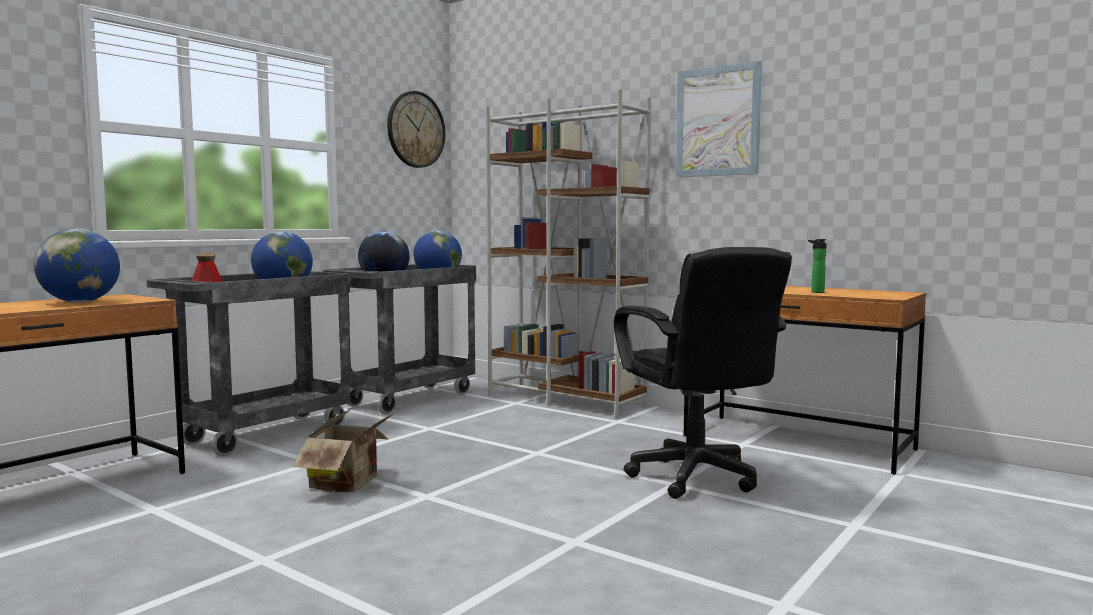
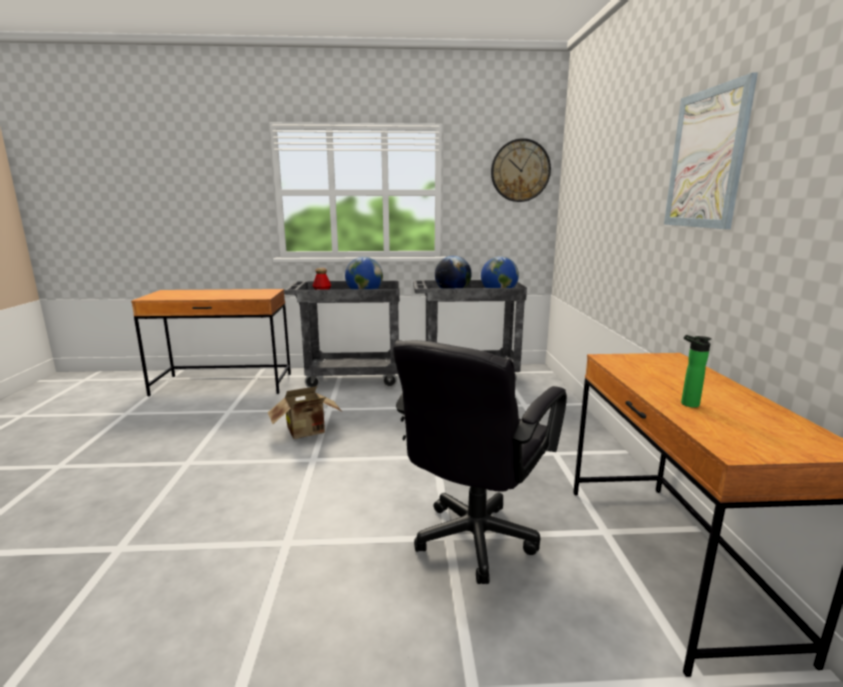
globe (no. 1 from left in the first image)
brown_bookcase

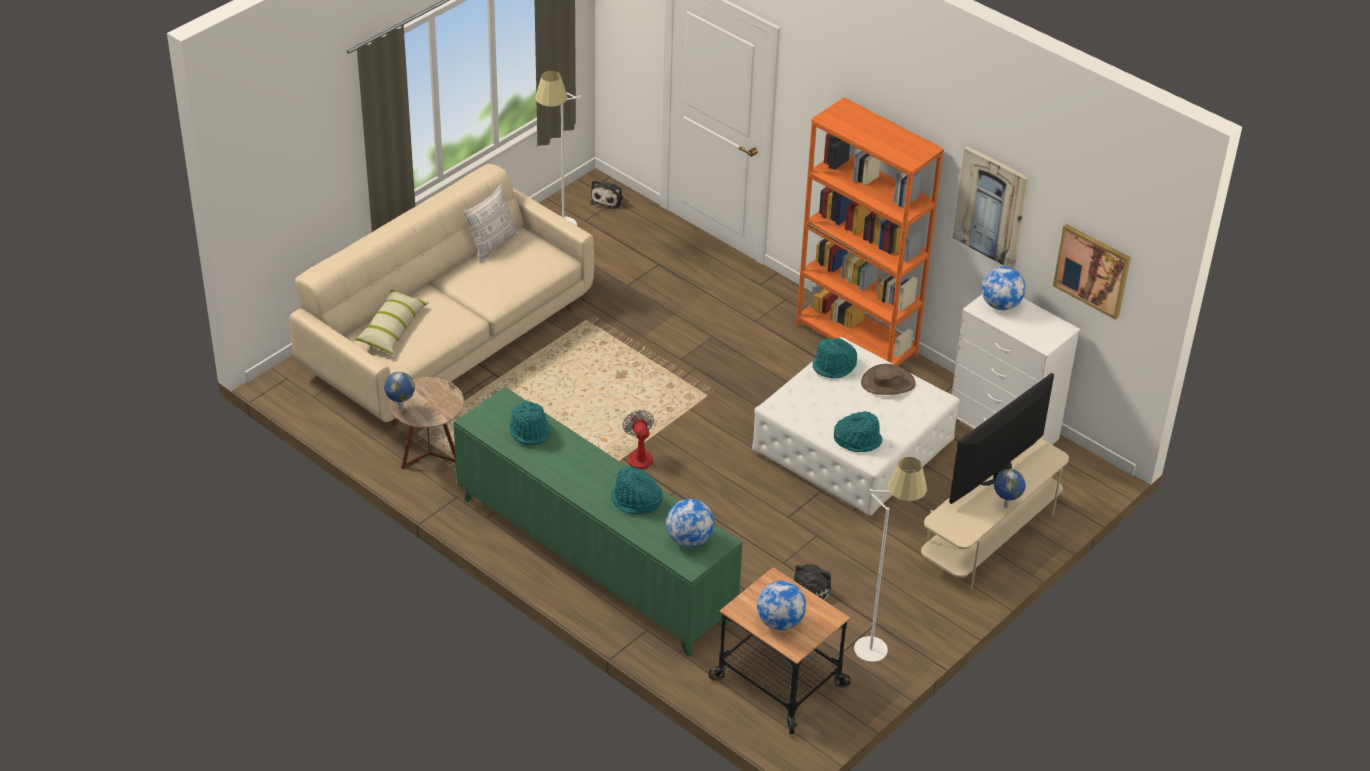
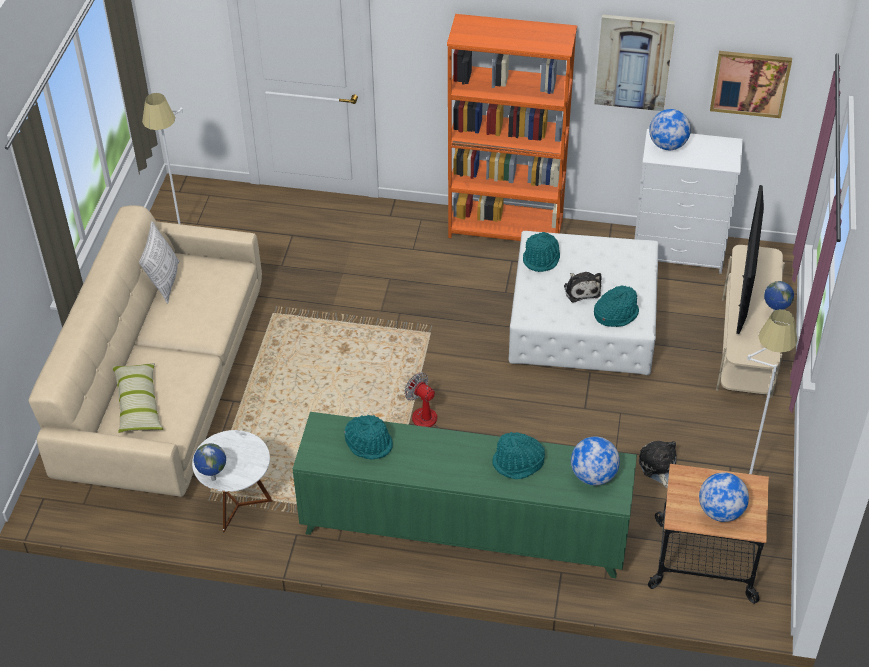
white_side_table
plush_toy (no. 1 from left)
brown_hat

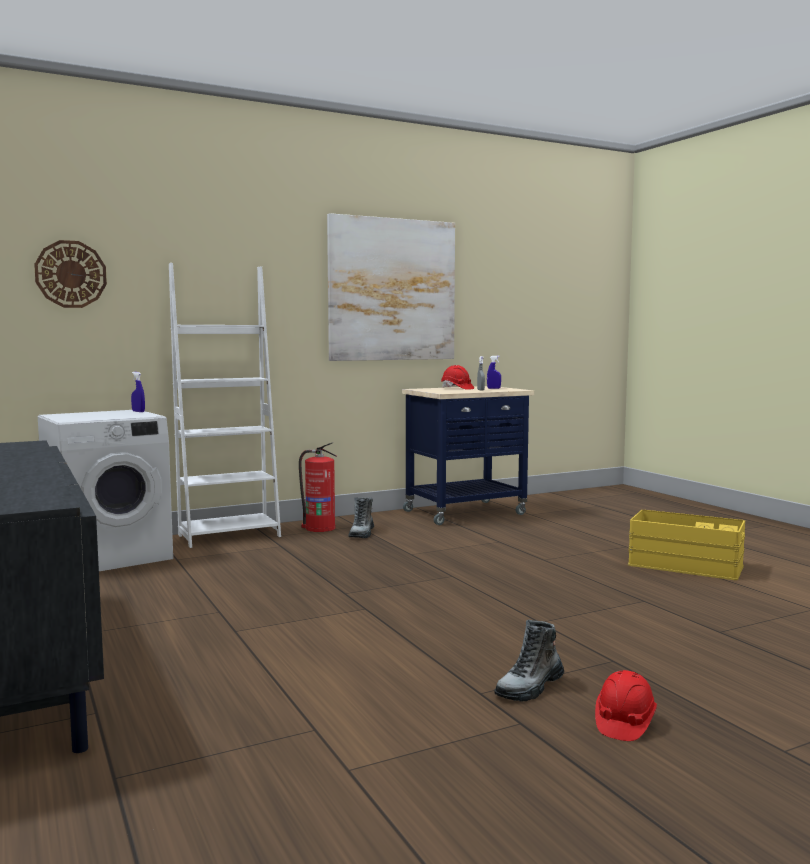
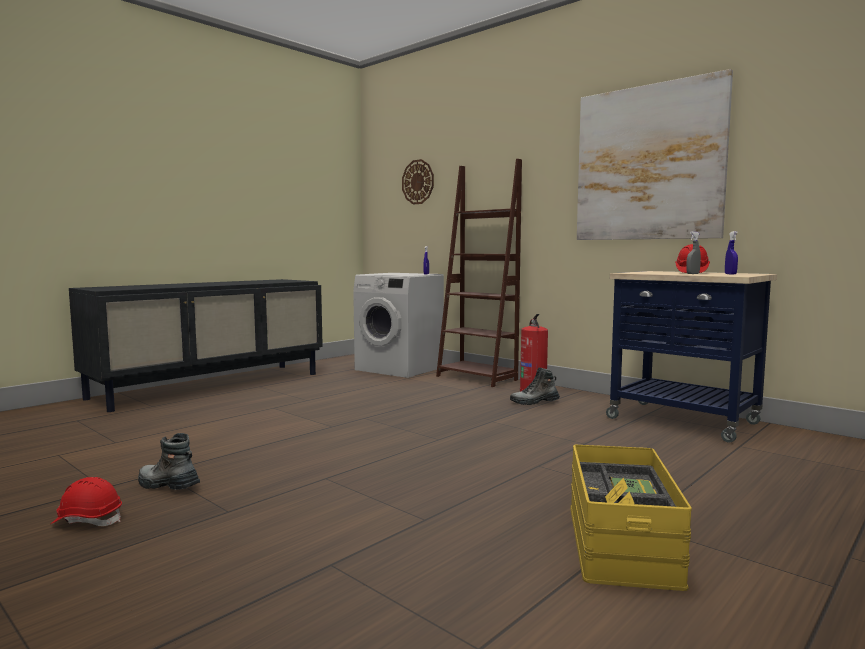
brown_bookcase

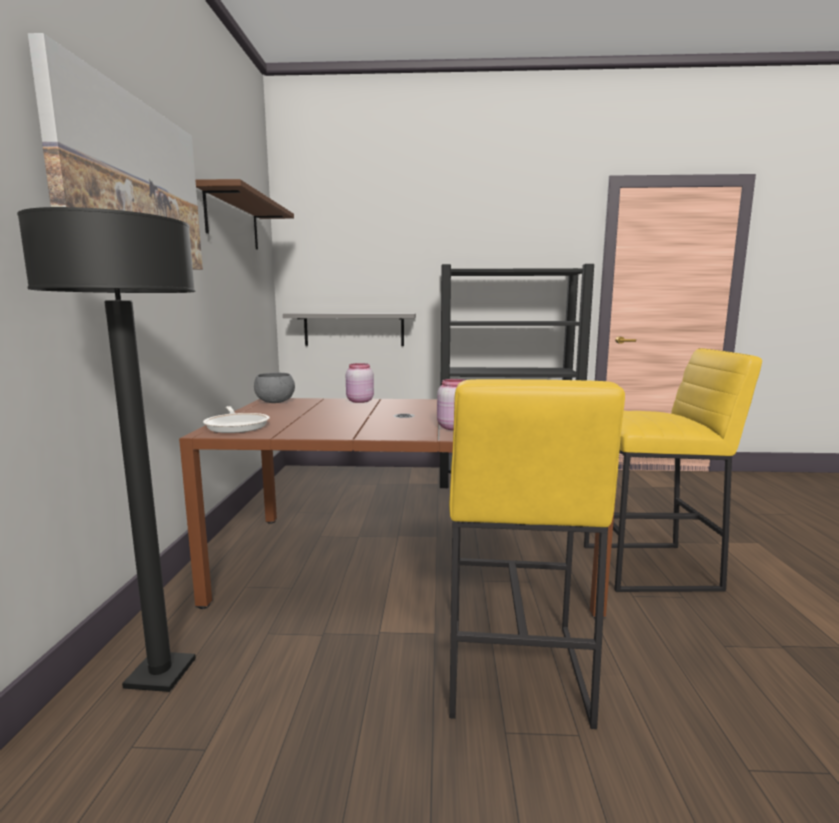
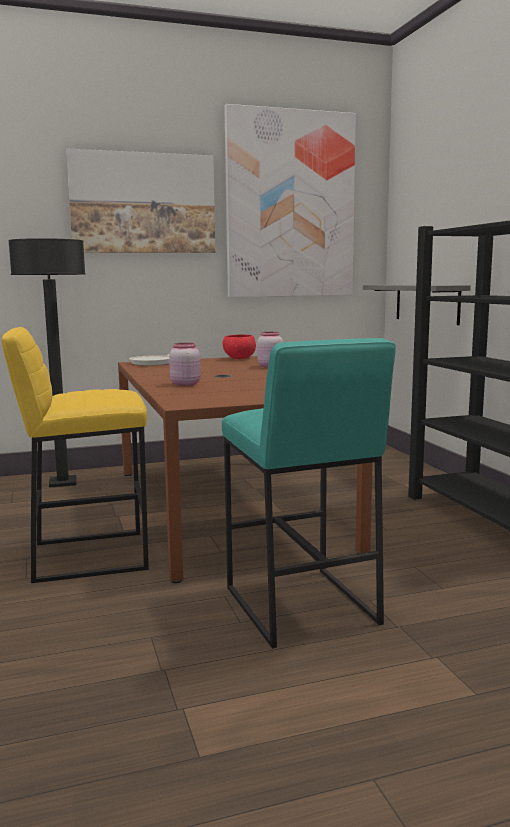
picture (no. 2 from left)
red_bowl
turquoise_stool

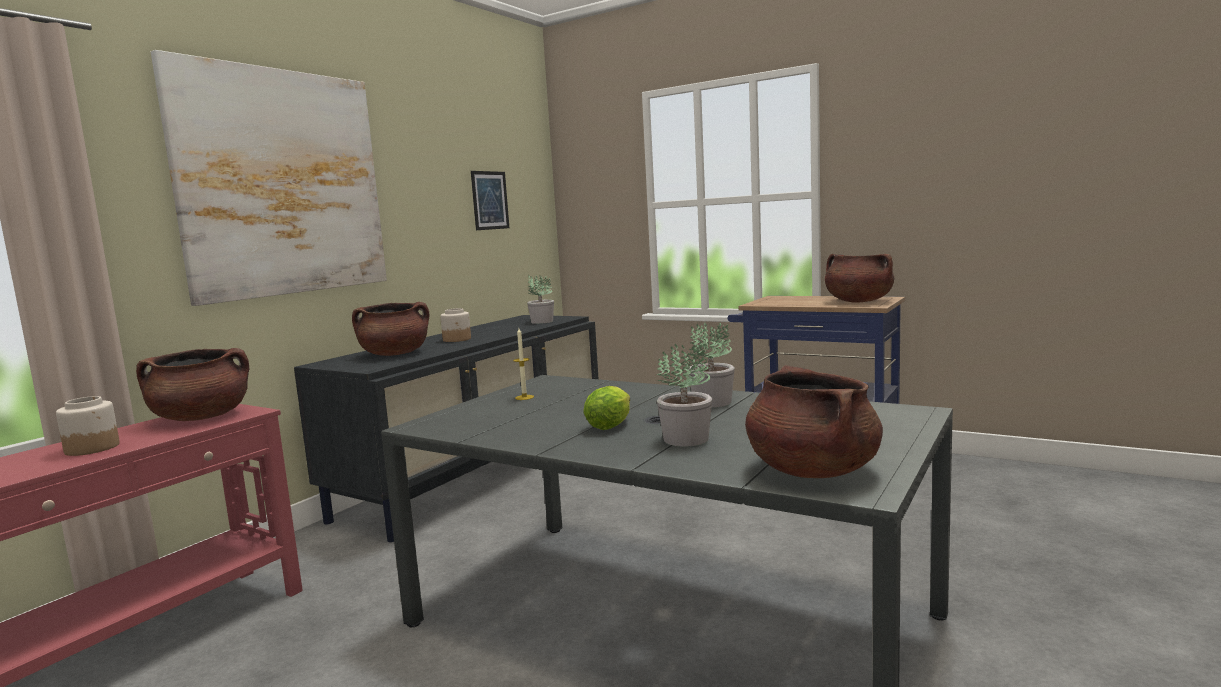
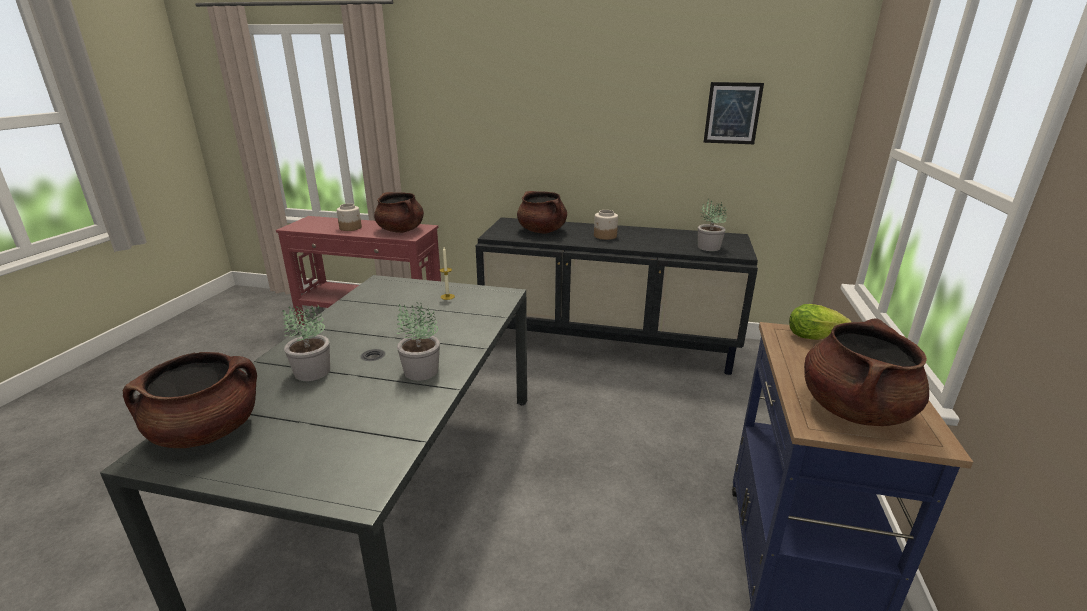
picture (no. 1 from left in the first image)
lettuce

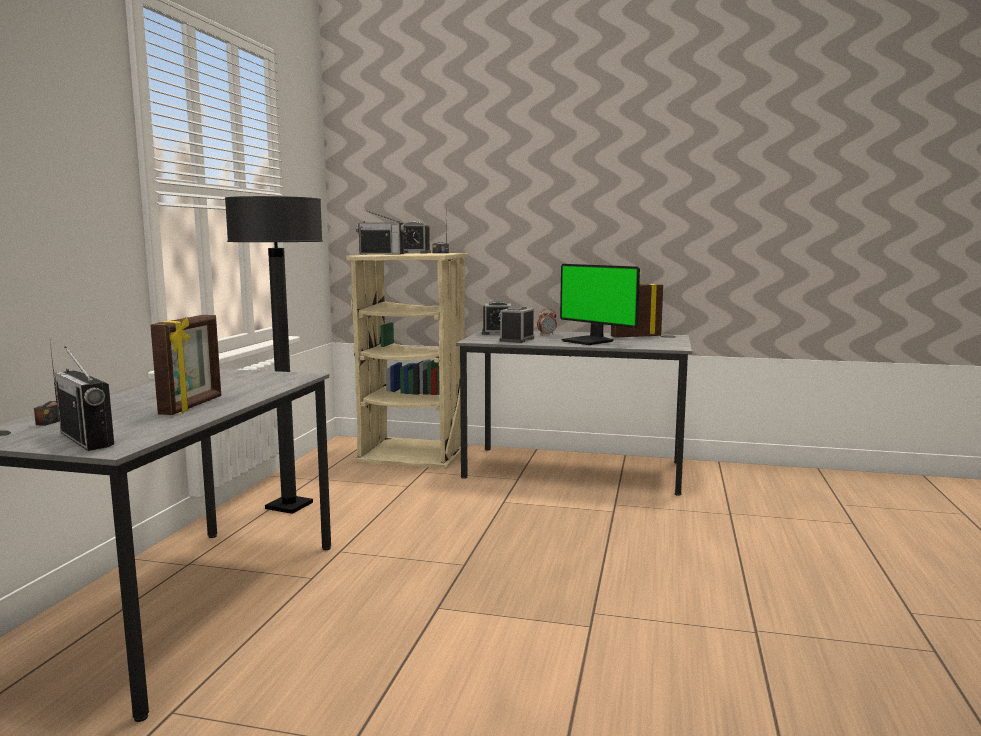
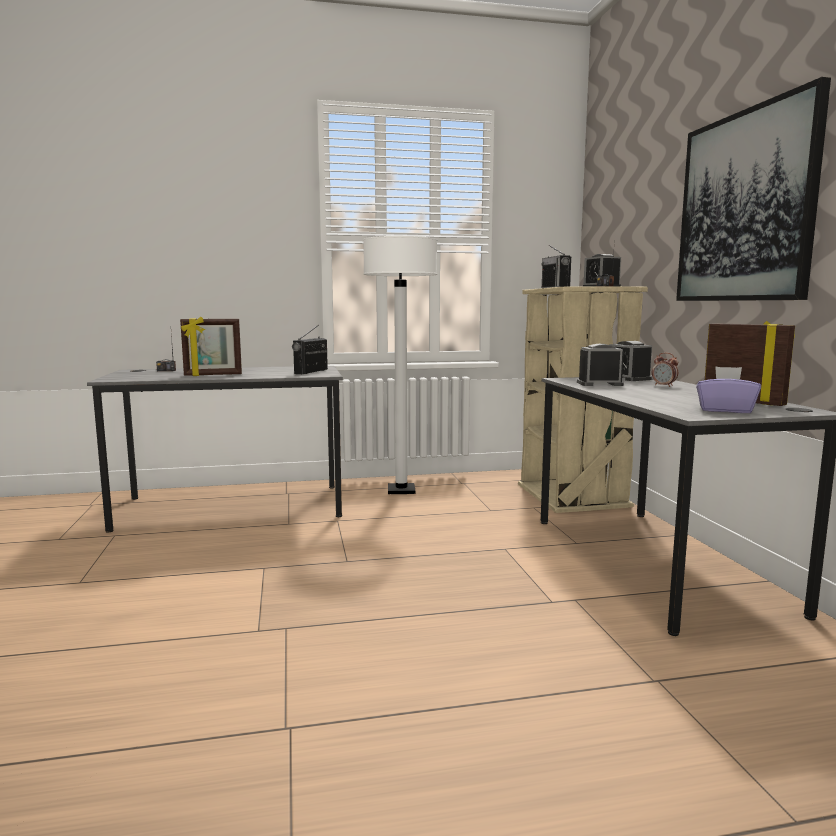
radio (no. 2 from left)
white_floor_lamp
monitor
picture
purple_tissue_box

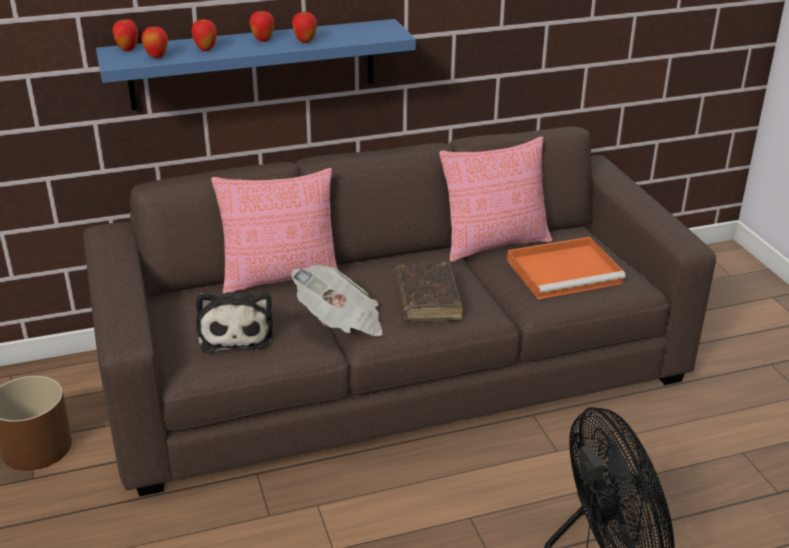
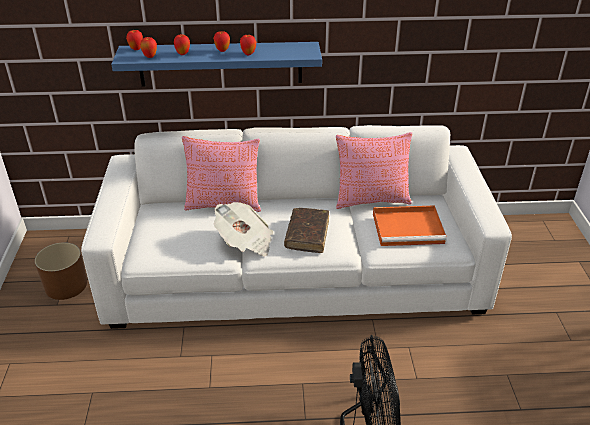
white_sofa
plush_toy

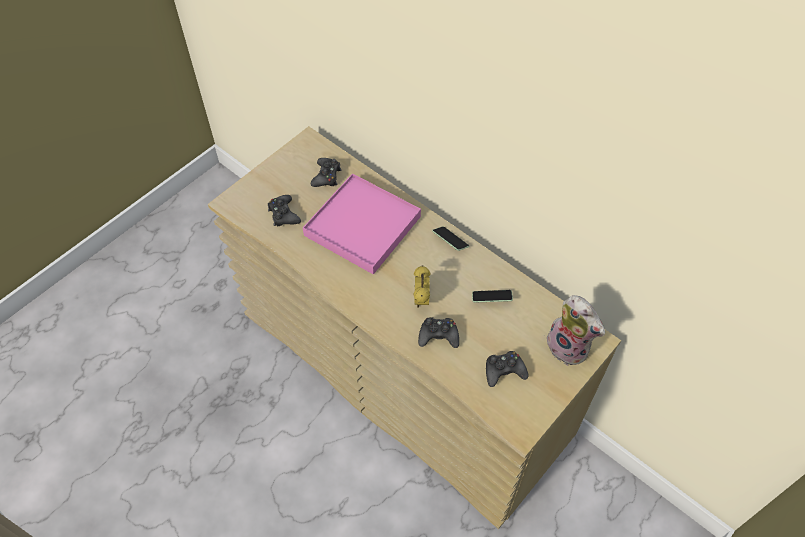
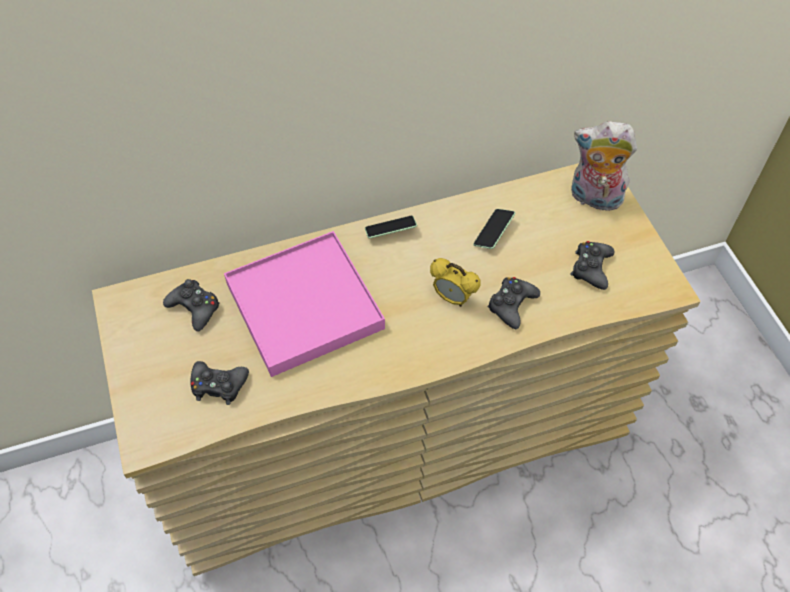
plush_toy

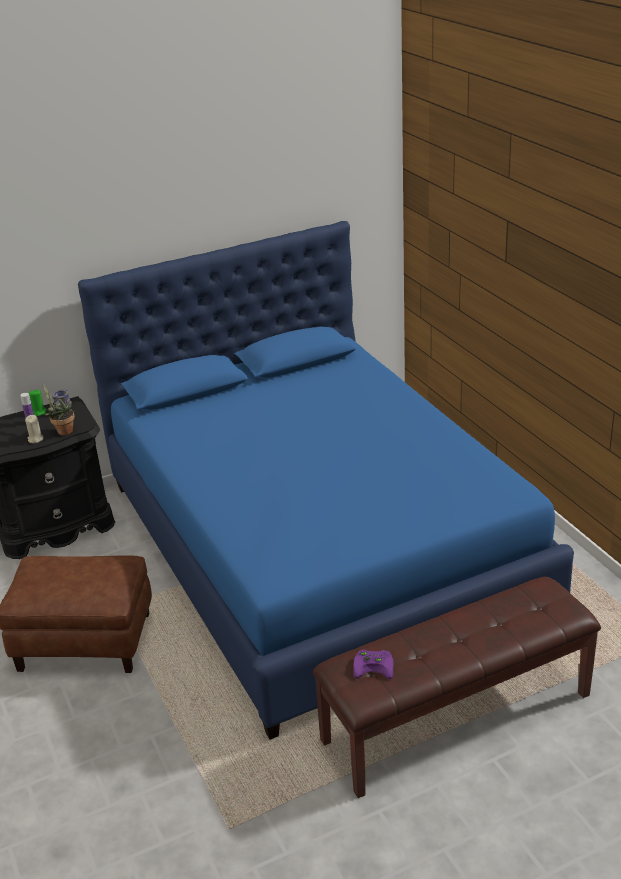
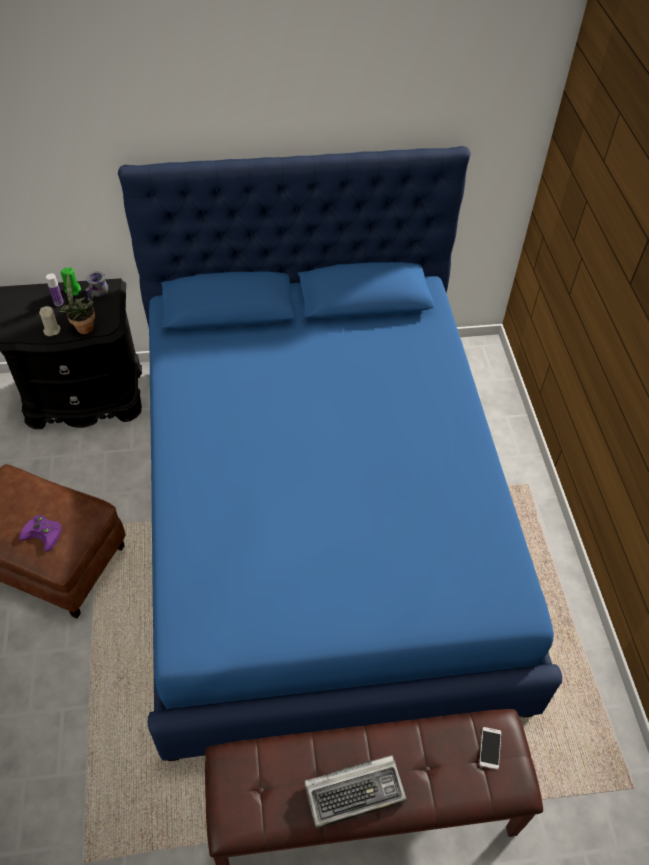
purple_game_controller
keyboard
phone

